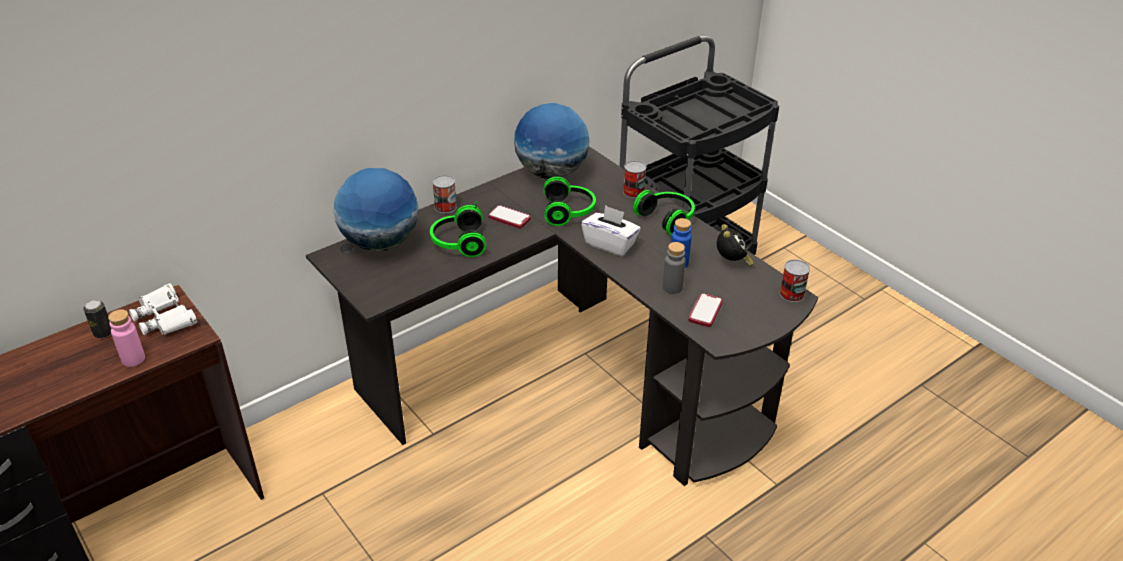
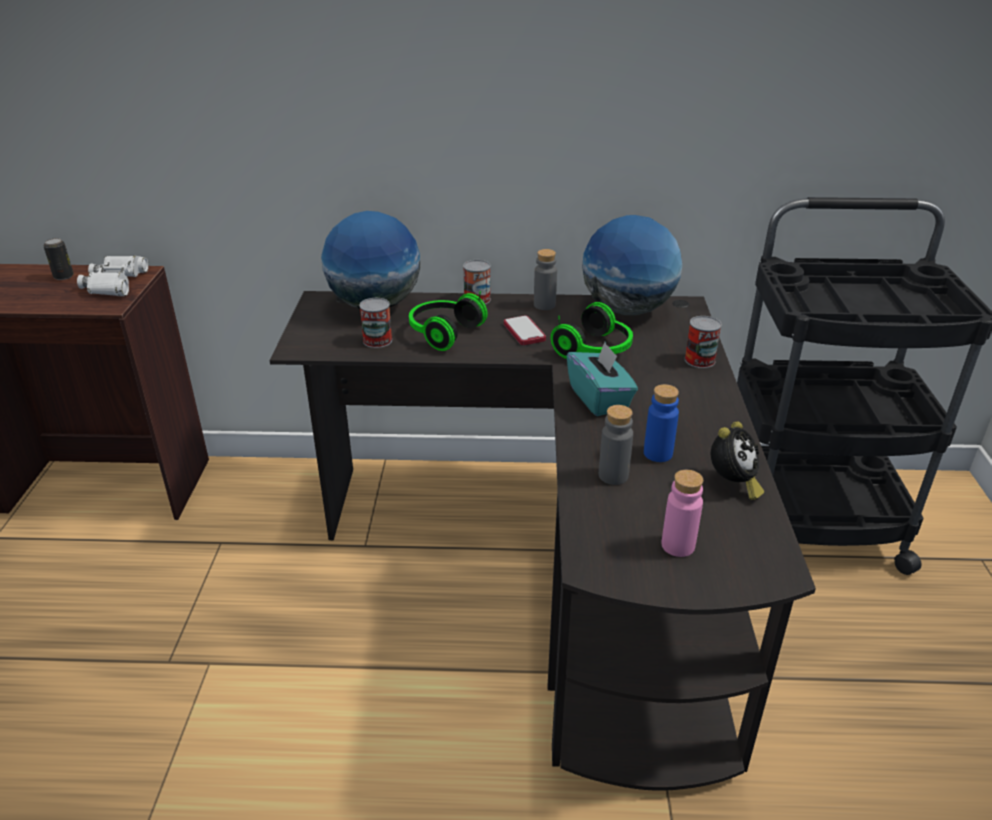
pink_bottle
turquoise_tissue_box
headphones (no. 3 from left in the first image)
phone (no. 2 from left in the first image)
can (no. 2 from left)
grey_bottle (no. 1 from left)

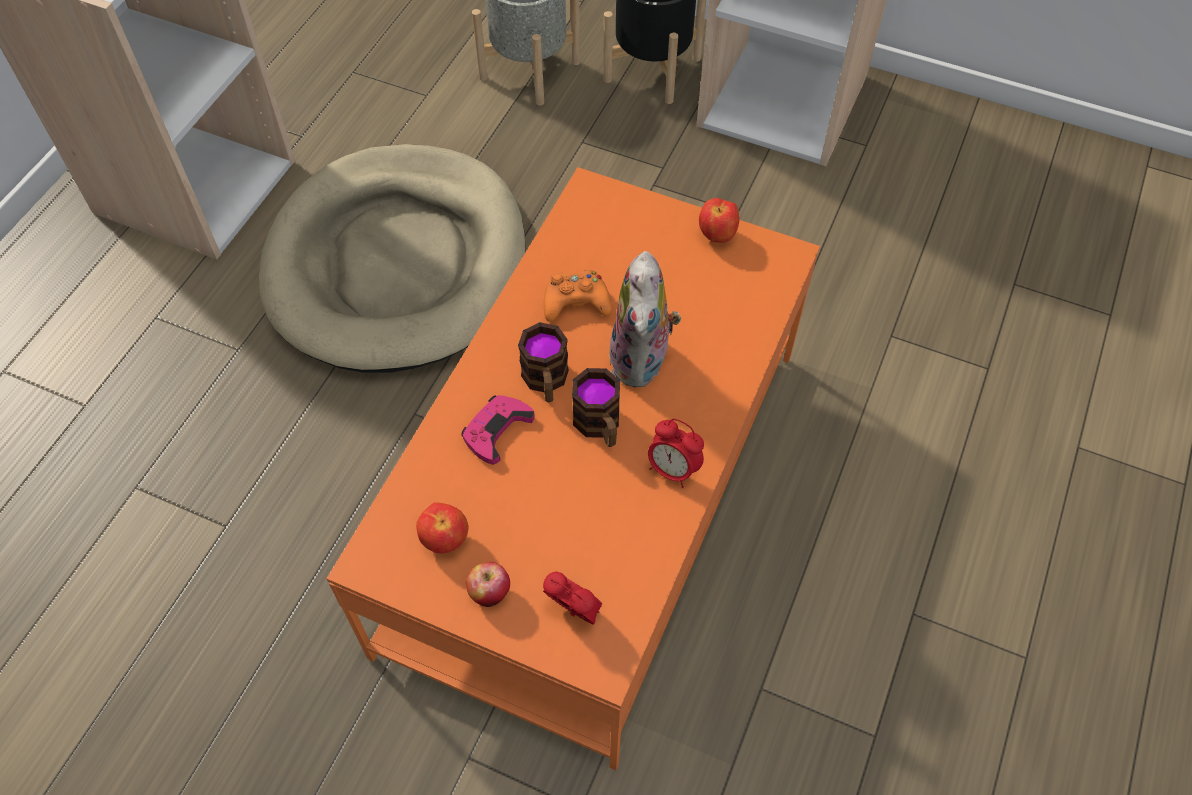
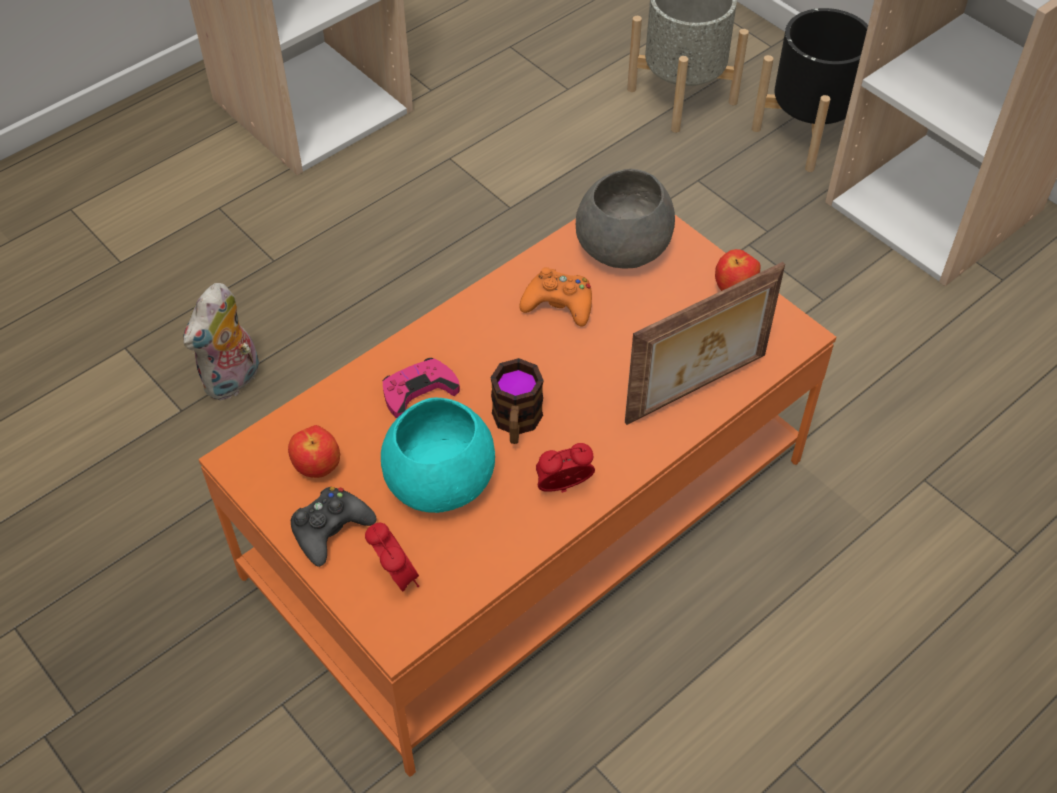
beige_dog_bed
black_game_controller
mug (no. 1 from left in the first image)
plush_toy
alarm_clock (no. 2 from left)
turquoise_bowl
grey_bowl
picture_frame

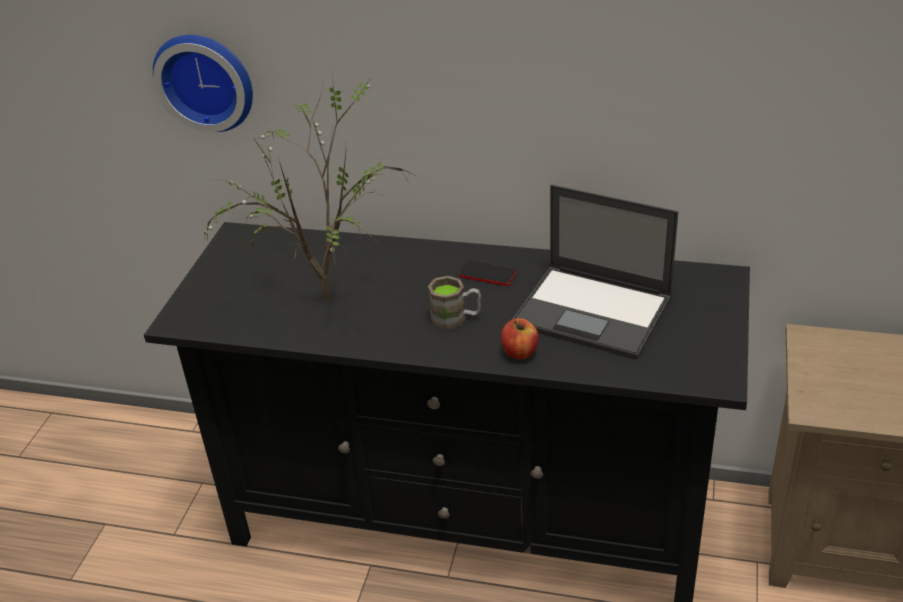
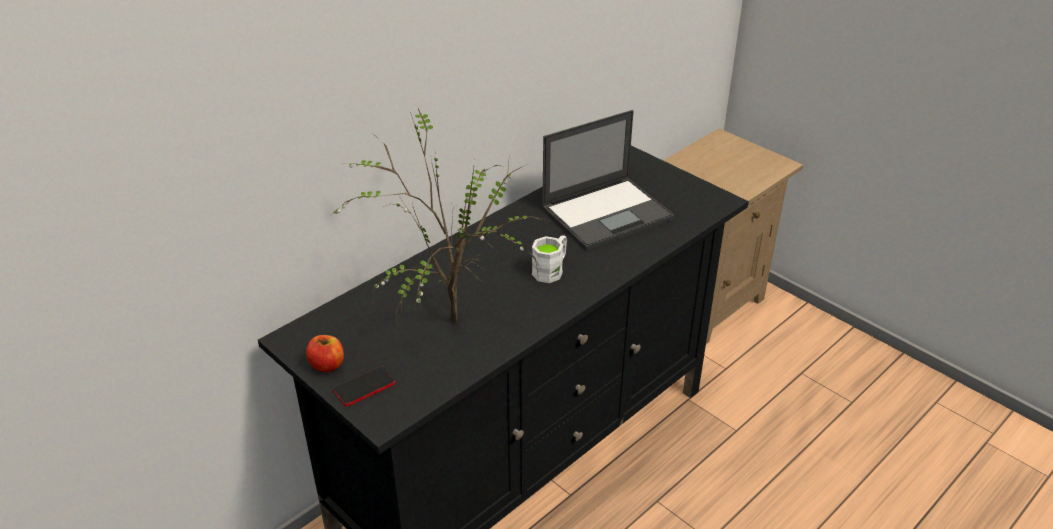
wall_clock
white_mug
phone
apple

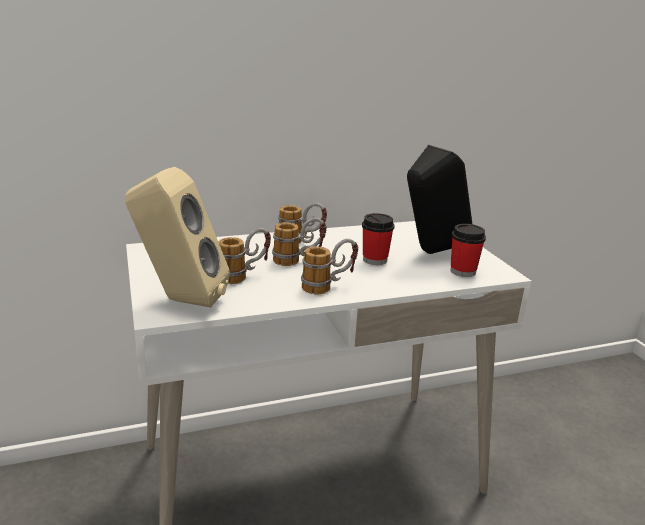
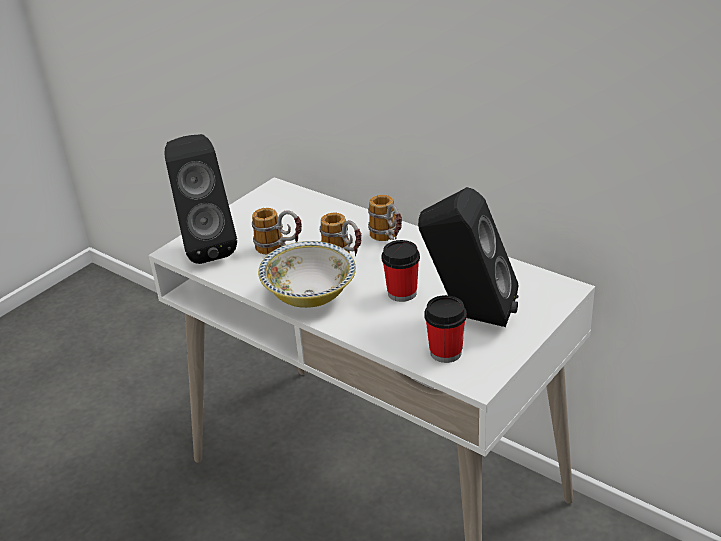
black_speaker (no. 1 from left)
bowl

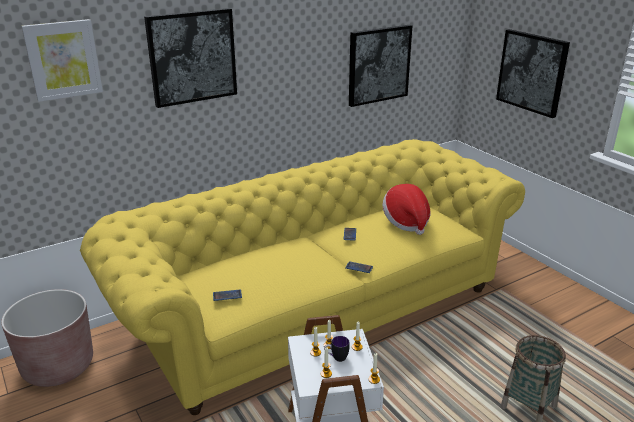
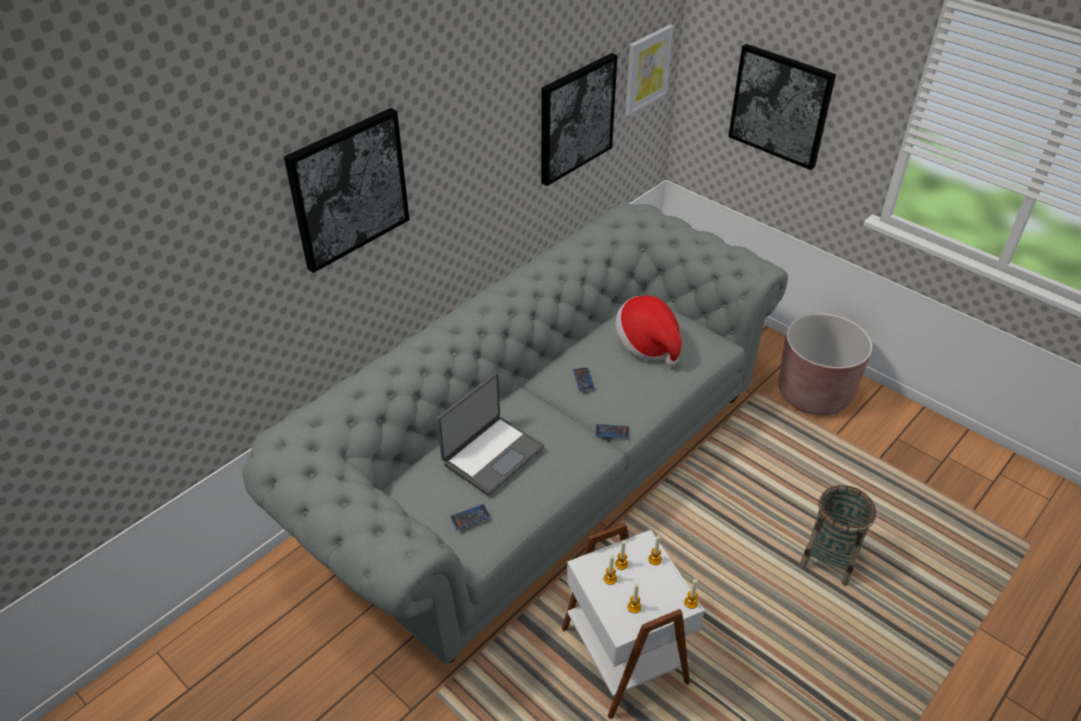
brown_planter
picture (no. 3 from left)
grey_sofa
mug
laptop

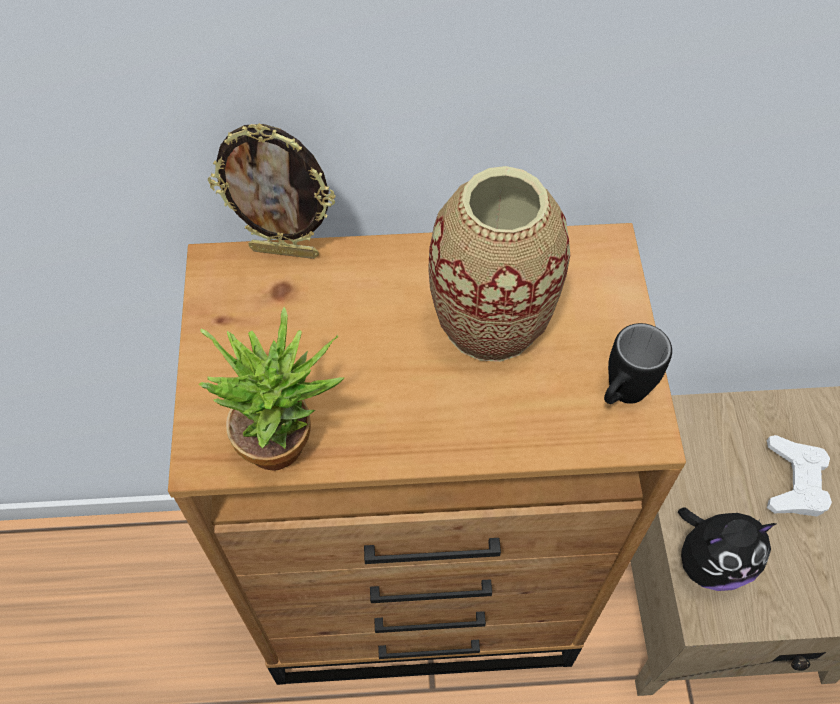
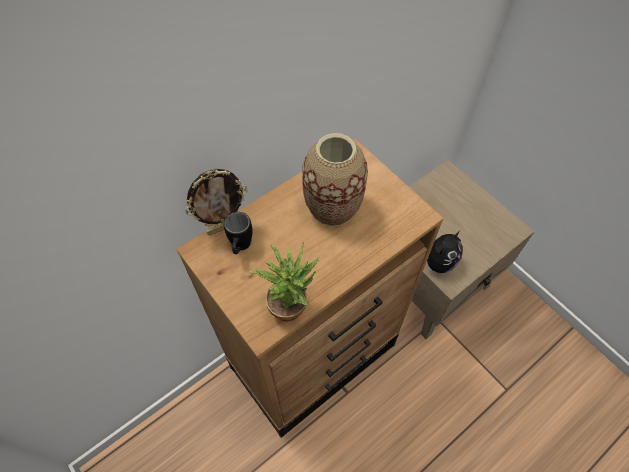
black_mug
white_game_controller

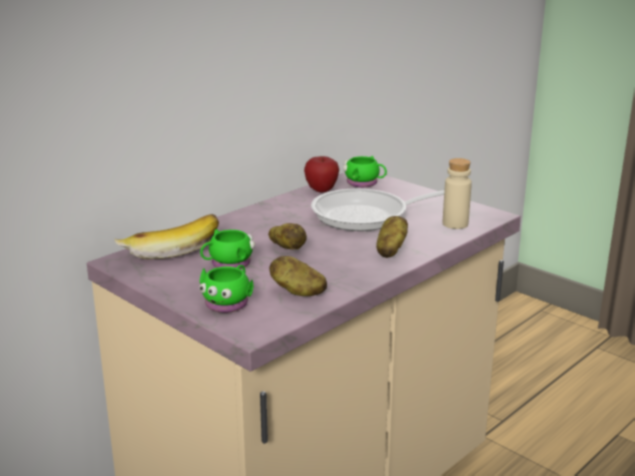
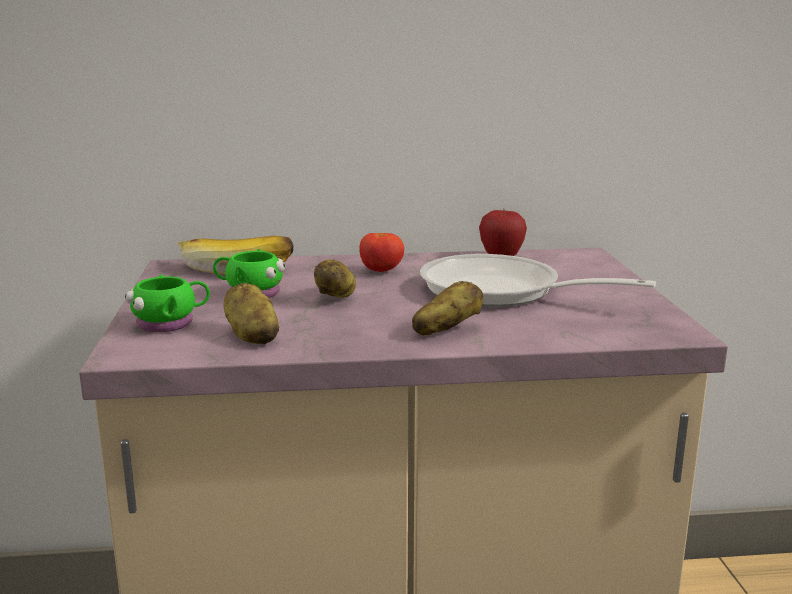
green_mug (no. 3 from left in the first image)
beige_bottle
tomato

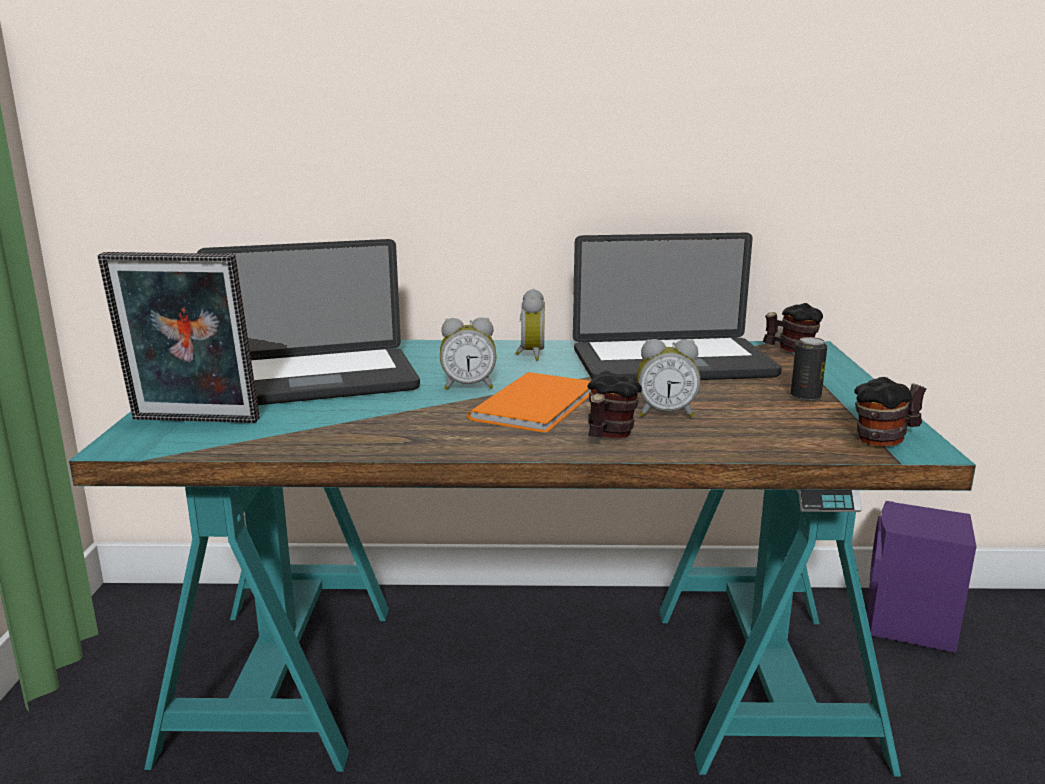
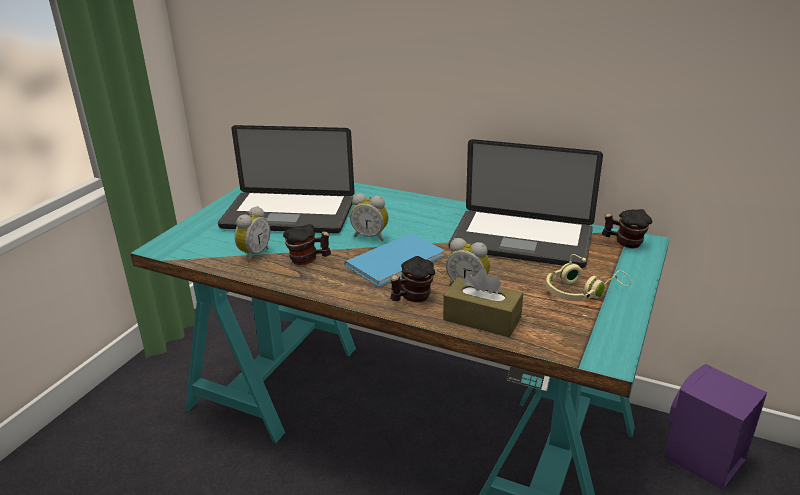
picture_frame
blue_book
alarm_clock (no. 1 from left)
beige_headphones
mug (no. 1 from left)
brown_tissue_box

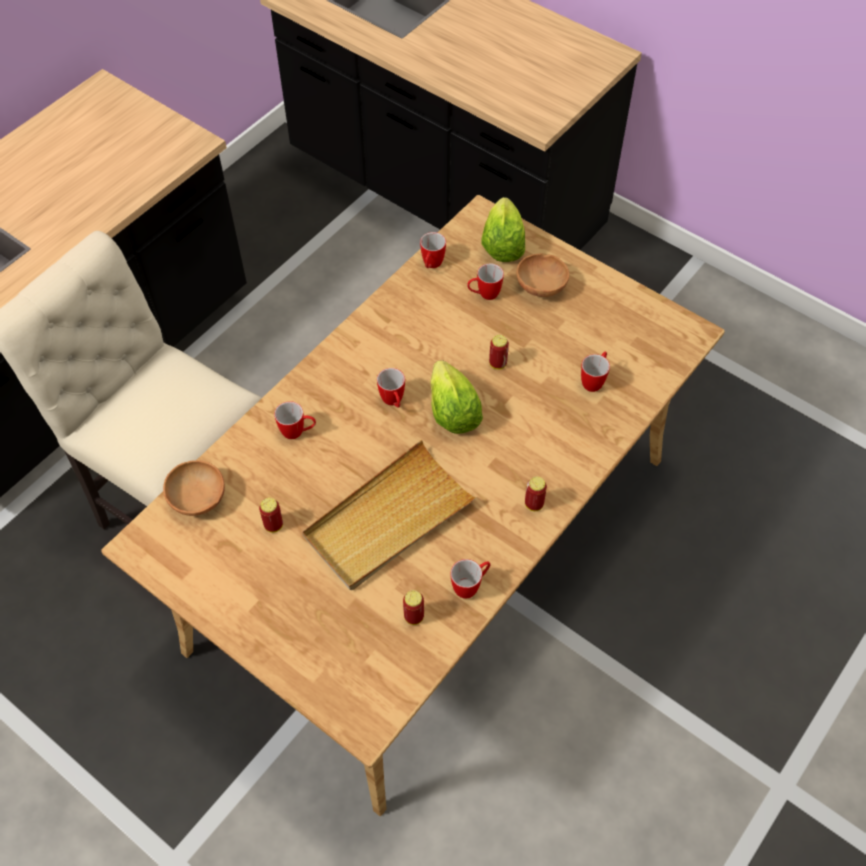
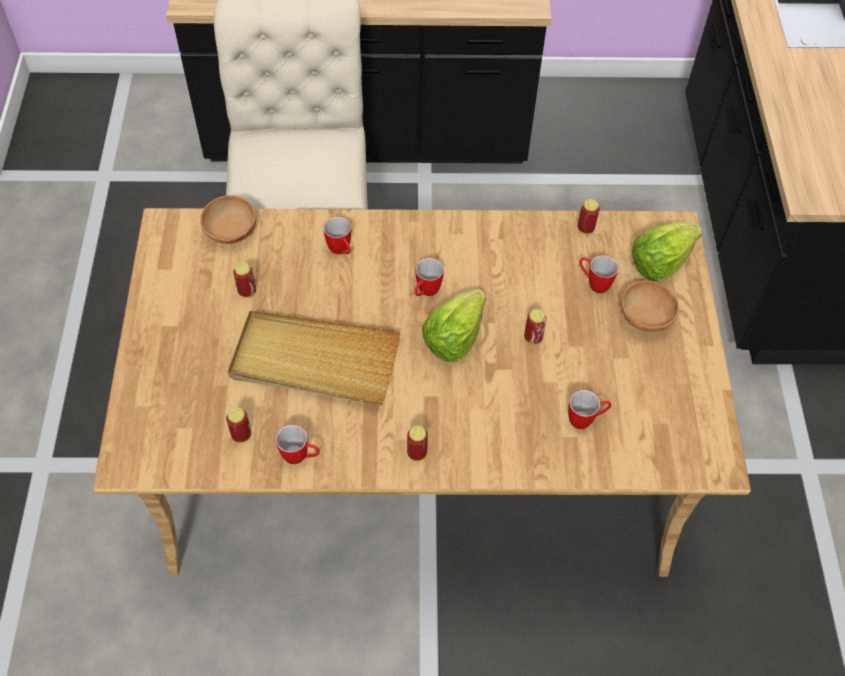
can (no. 5 from left)

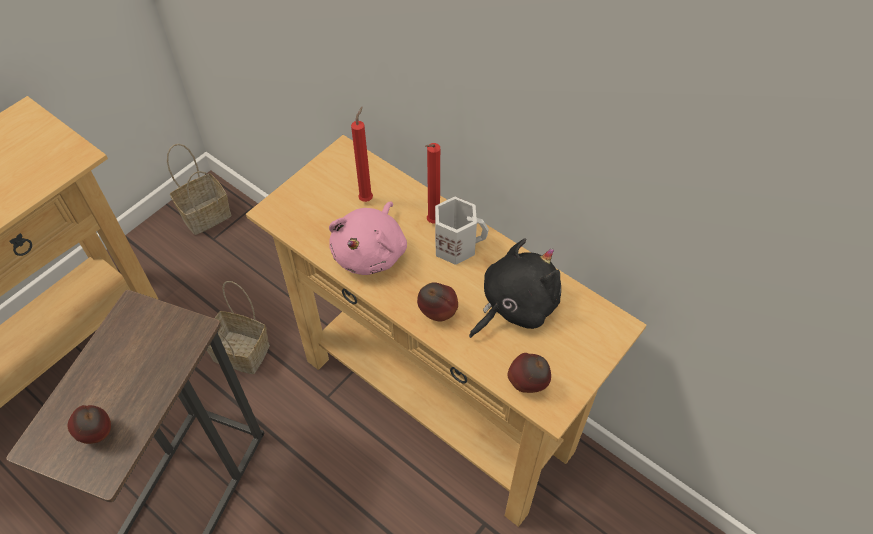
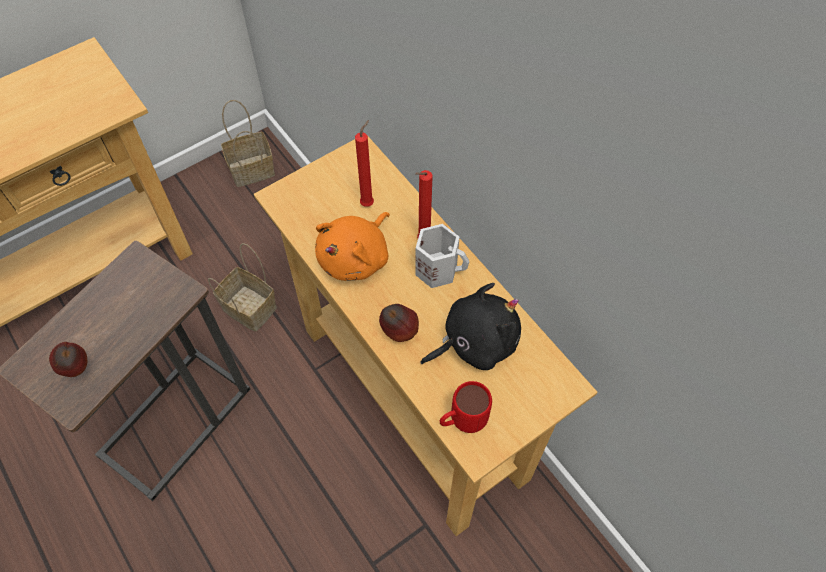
orange_plush_toy
red_mug

